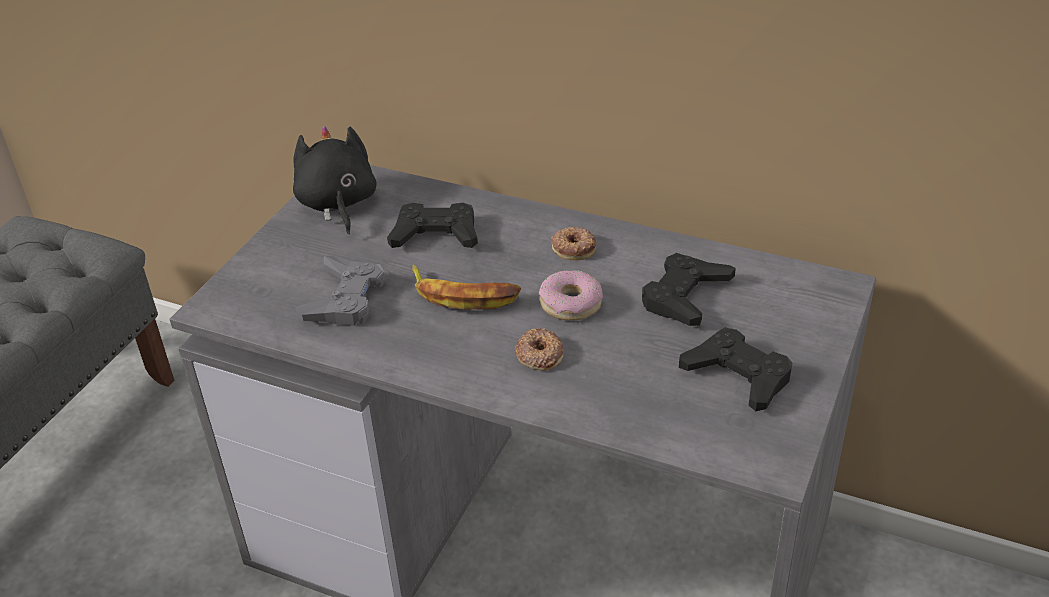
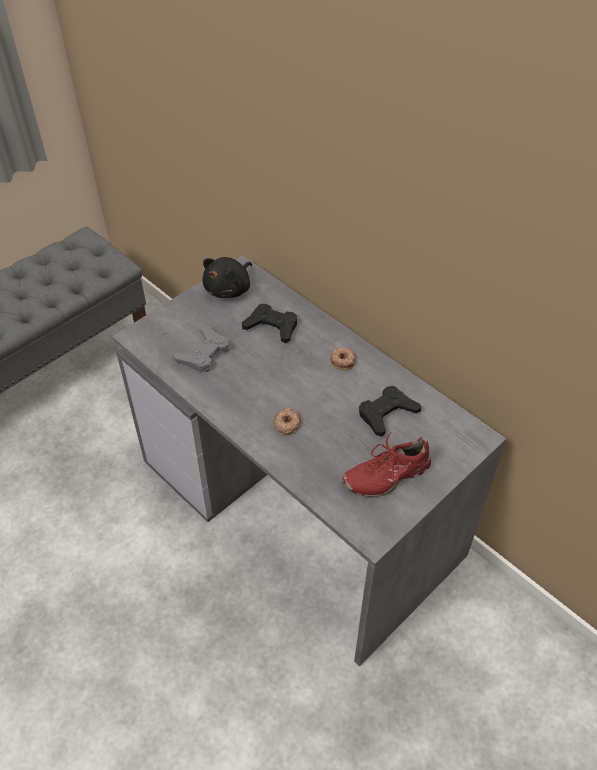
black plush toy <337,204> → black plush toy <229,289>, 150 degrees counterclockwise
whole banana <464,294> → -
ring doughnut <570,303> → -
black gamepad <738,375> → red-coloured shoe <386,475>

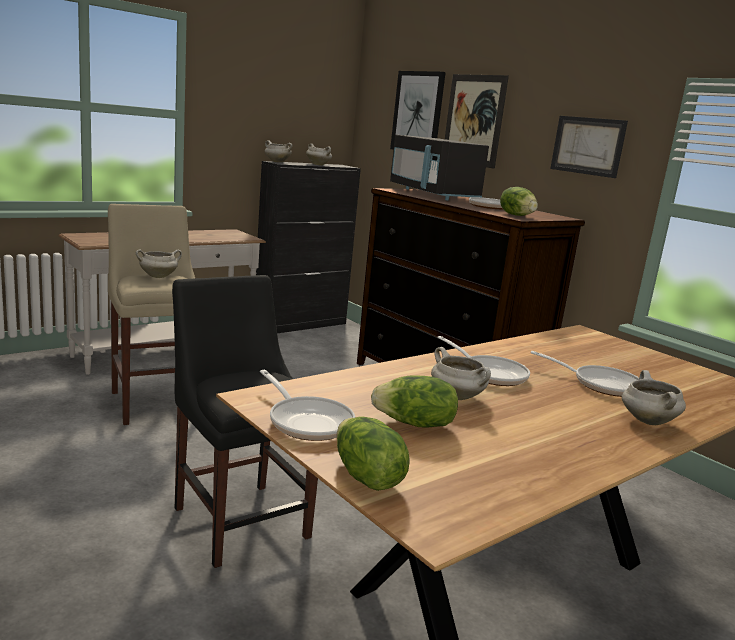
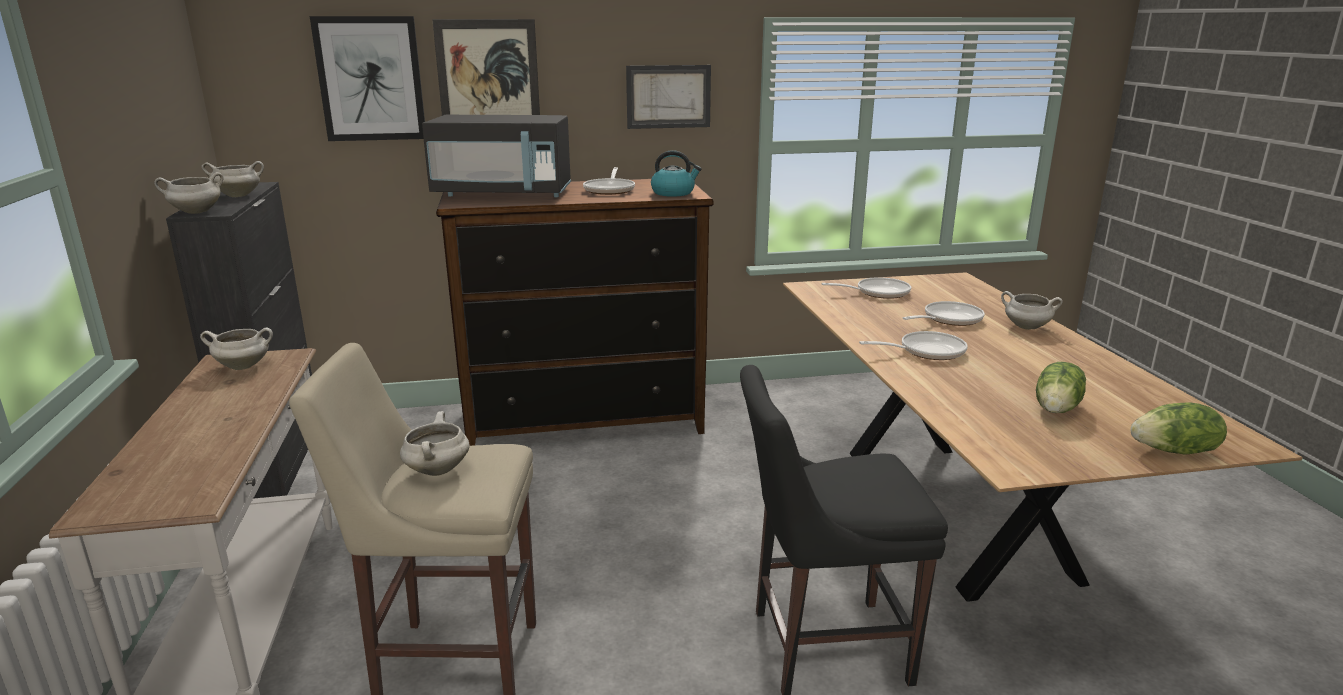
lettuce head <517,215> → tea kettle <673,193>
white-coloured saucepot <458,397> → white-coloured saucepot <244,366>, move
pan <307,421> → pan <878,292>, move

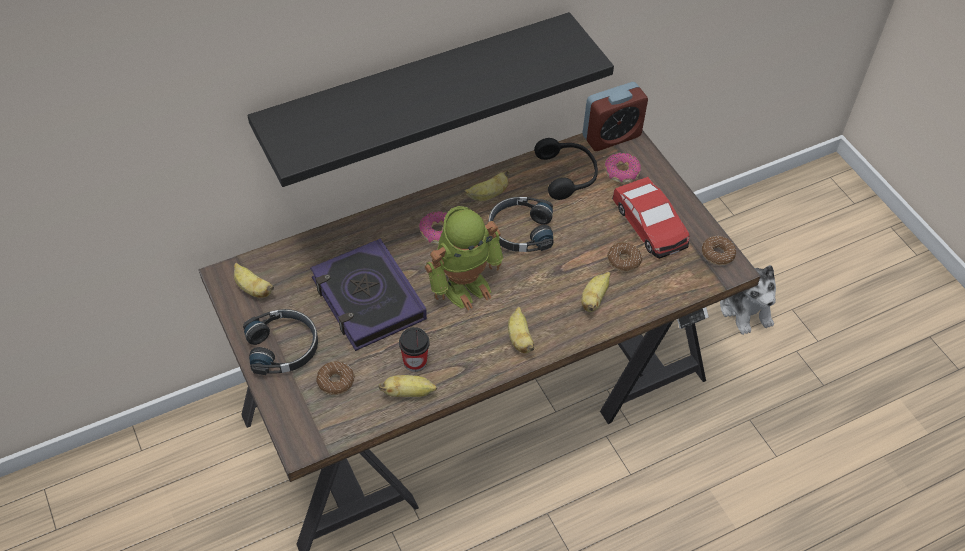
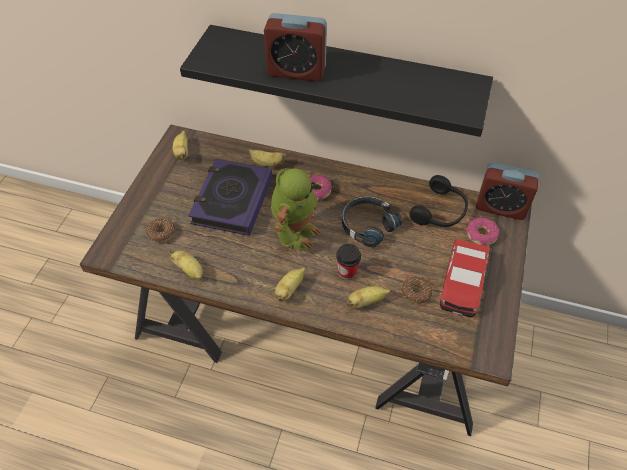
whole banana <487,195> → whole banana <267,164>, move
robot figure <464,284> → robot figure <295,232>, 75 degrees counterclockwise
ring doughnut <717,254> → -
plush toy <745,309> → -
black headset <283,347> → -
small cup <415,362> → small cup <347,272>, move
- → bedside clock <296,71>

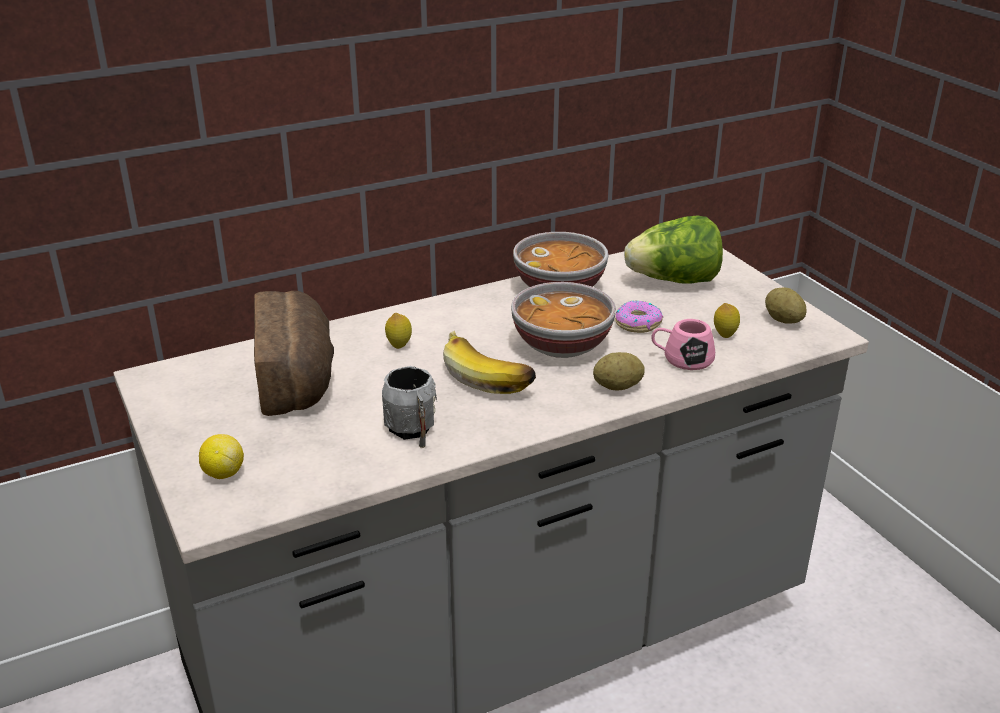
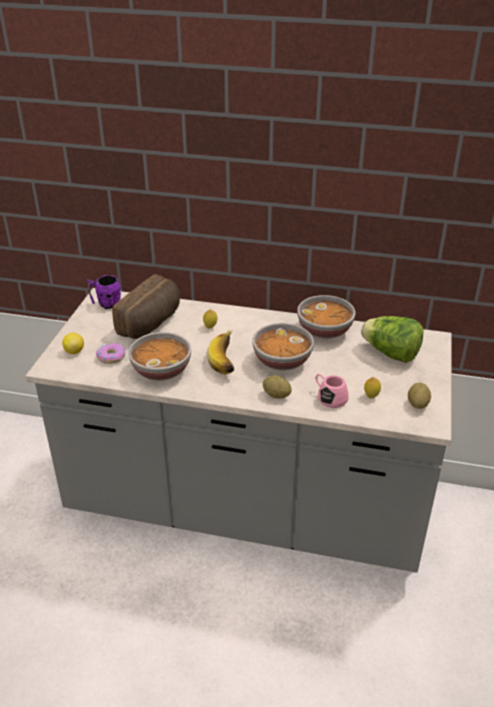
ring doughnut <637,323> → ring doughnut <111,357>, move
greyish mug <413,432> → serving bowl <161,370>
- → purple mug <106,303>

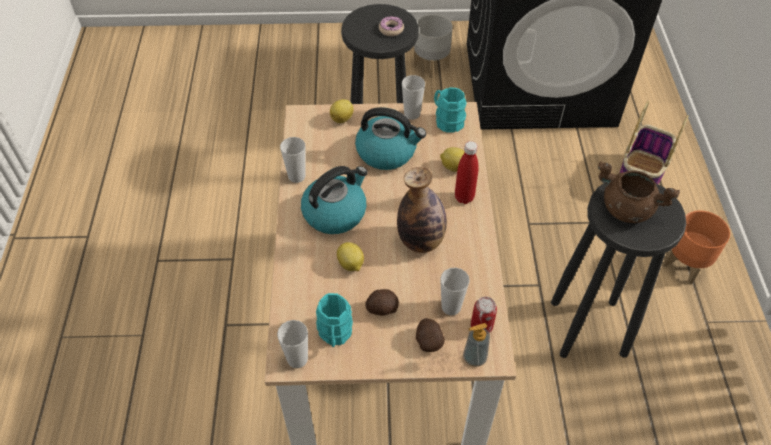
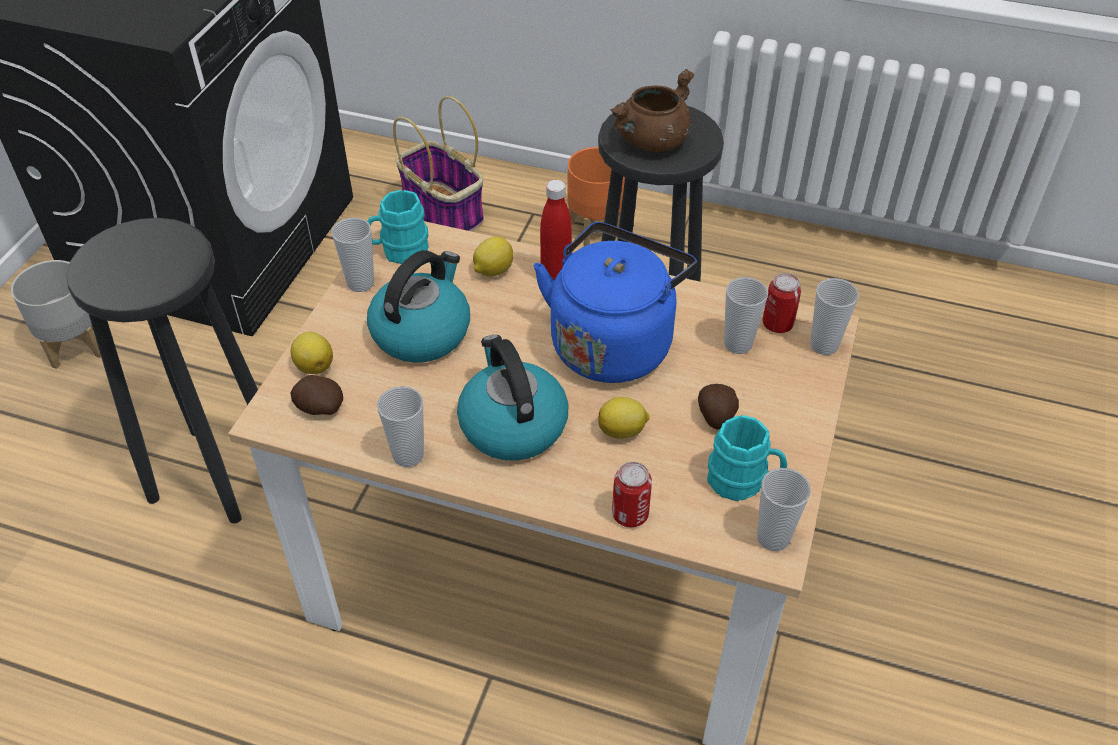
ring doughnut <391,29> → -
bottle <421,241> → bluish tea kettle <613,342>
whole potato <428,340> → whole potato <319,408>, move
soap bottle <474,357> → small cup <824,345>
- → sealed can <630,514>

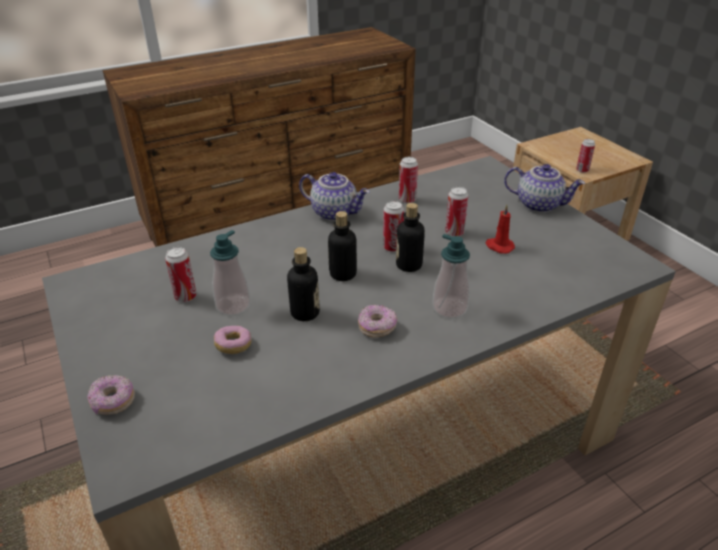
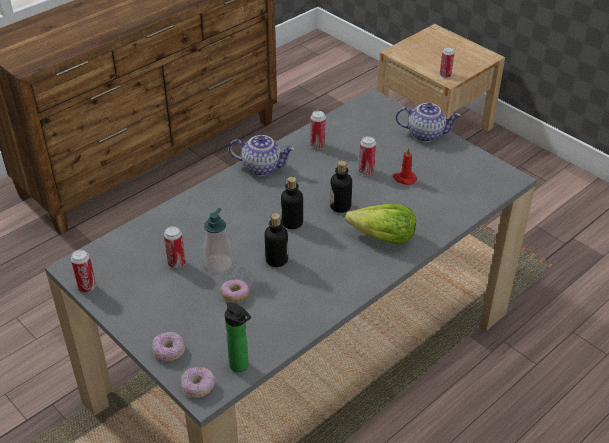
sealed can <392,247> → sealed can <87,287>, move
soap bottle <449,308> → lettuce head <382,238>
ring doughnut <377,328> → ring doughnut <198,386>, move
- → bottle <241,367>

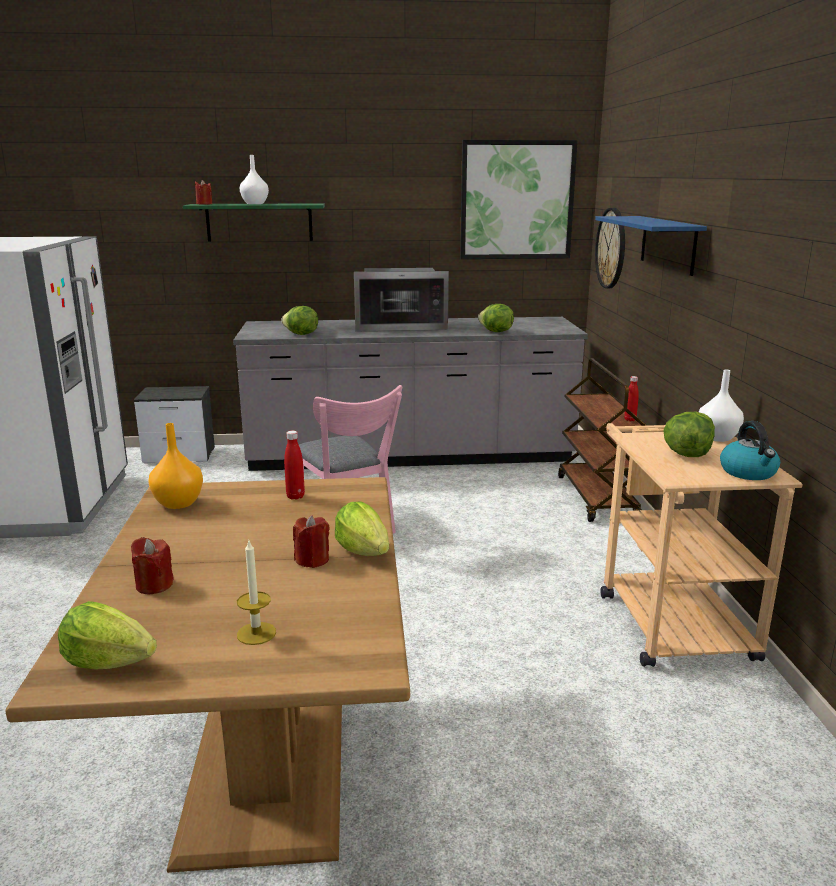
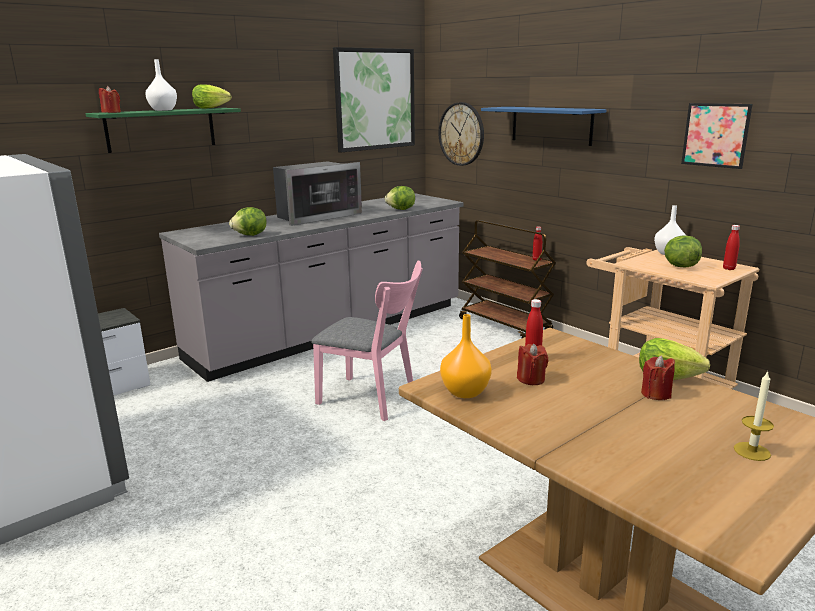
tea kettle <748,472> → red-coloured bottle <729,268>
red-coloured candle <154,585> → red-coloured candle <531,379>, move
lettuce head <108,662> → lettuce head <210,108>, move
- → wall art <715,135>

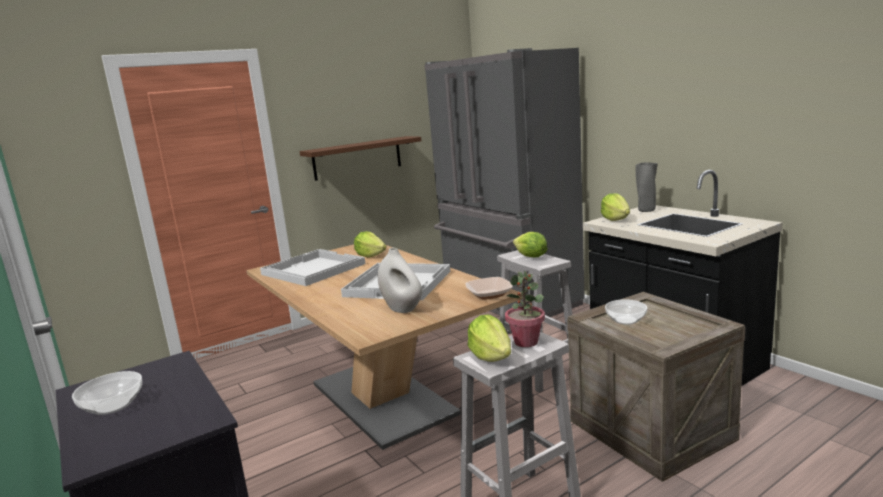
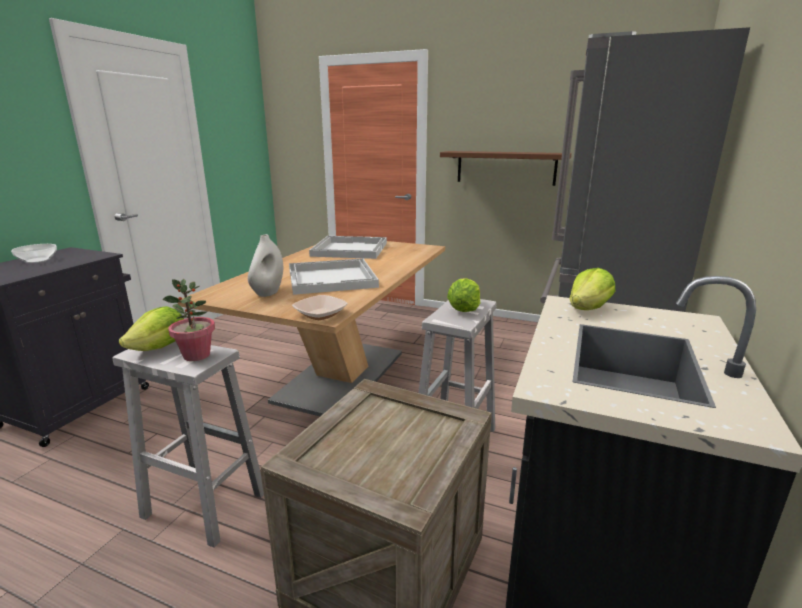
greyish flower vase <646,210> → -
lettuce head <370,255> → -
serving bowl <626,320> → -

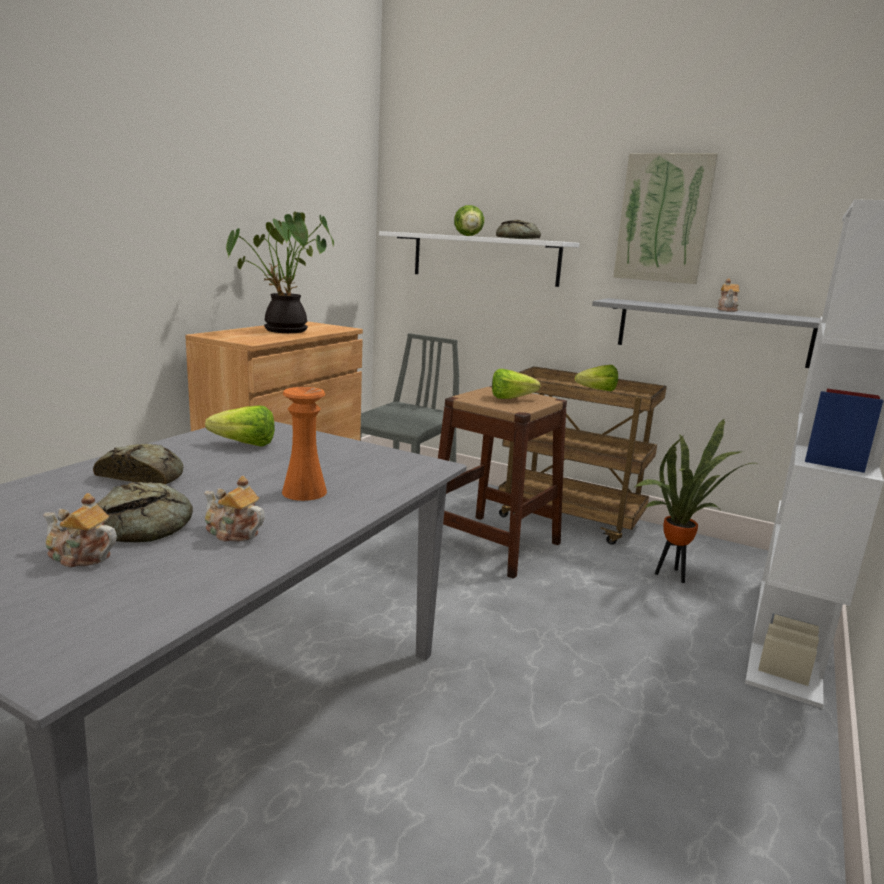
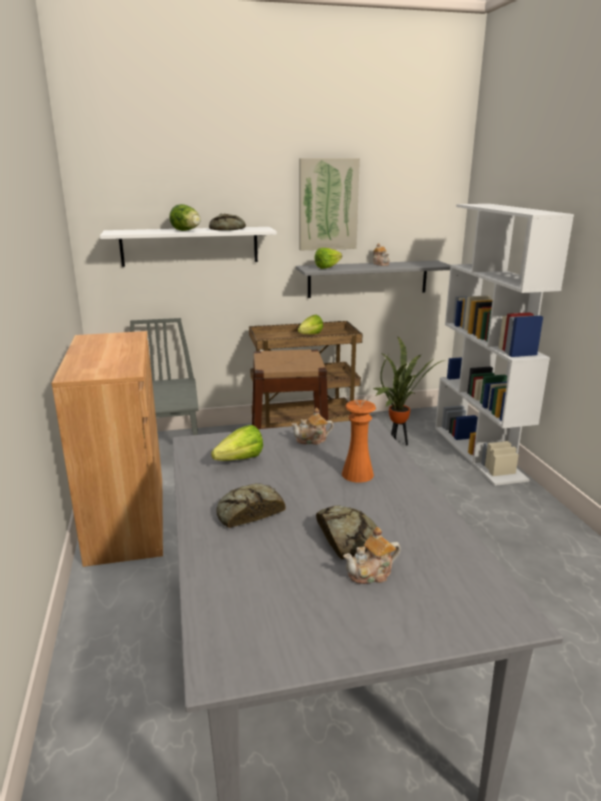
plant in a pot <283,331> → -
lettuce head <515,399> → lettuce head <330,267>, move
teapot <232,532> → teapot <312,440>, move

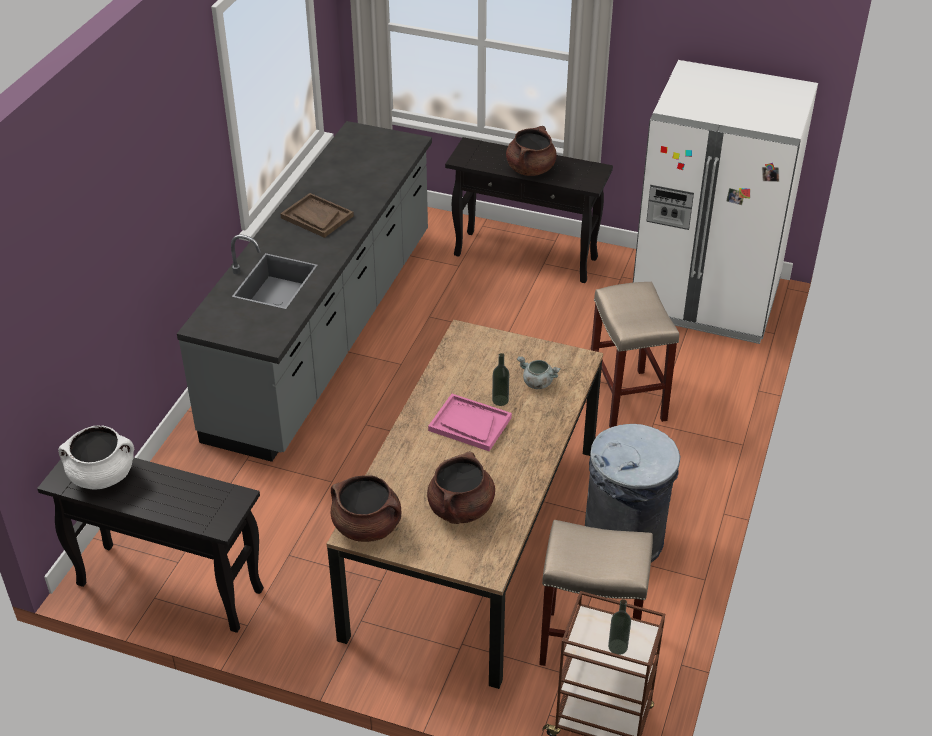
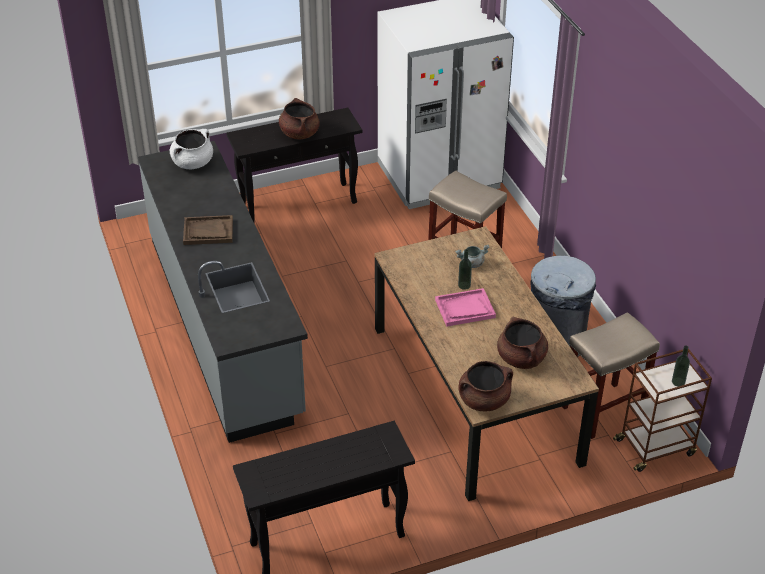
white-coloured saucepot <102,475> → white-coloured saucepot <193,163>, move

